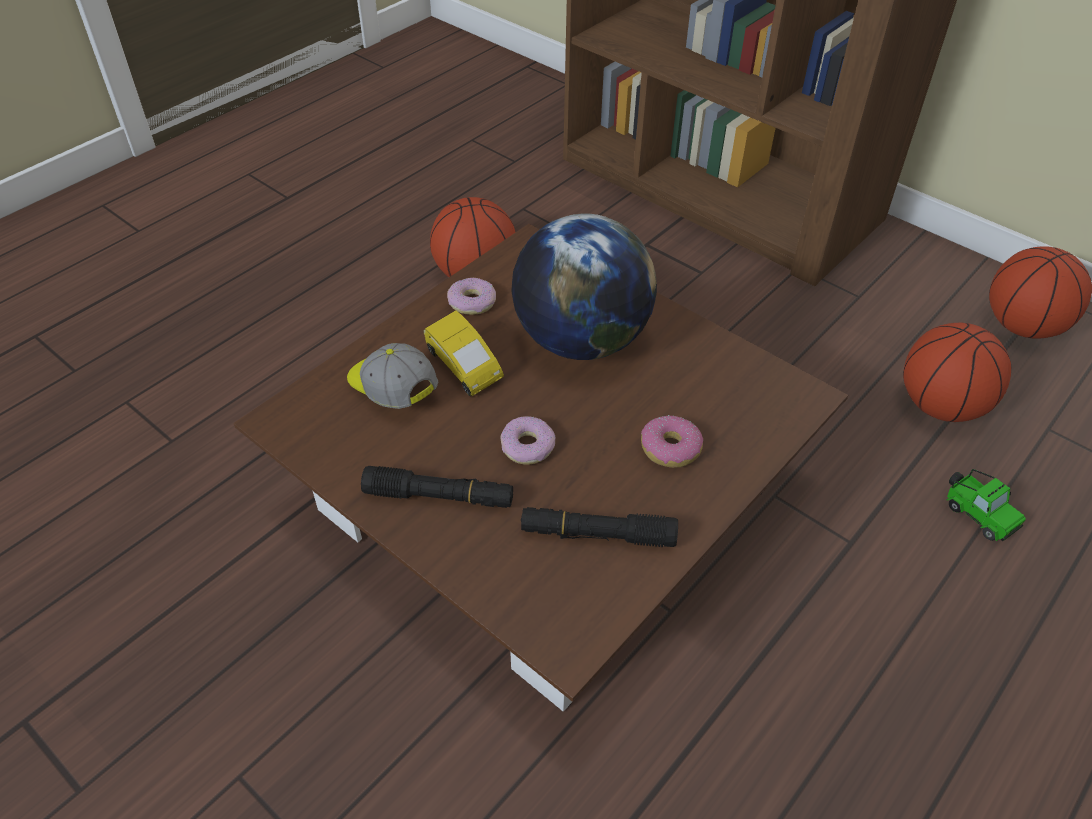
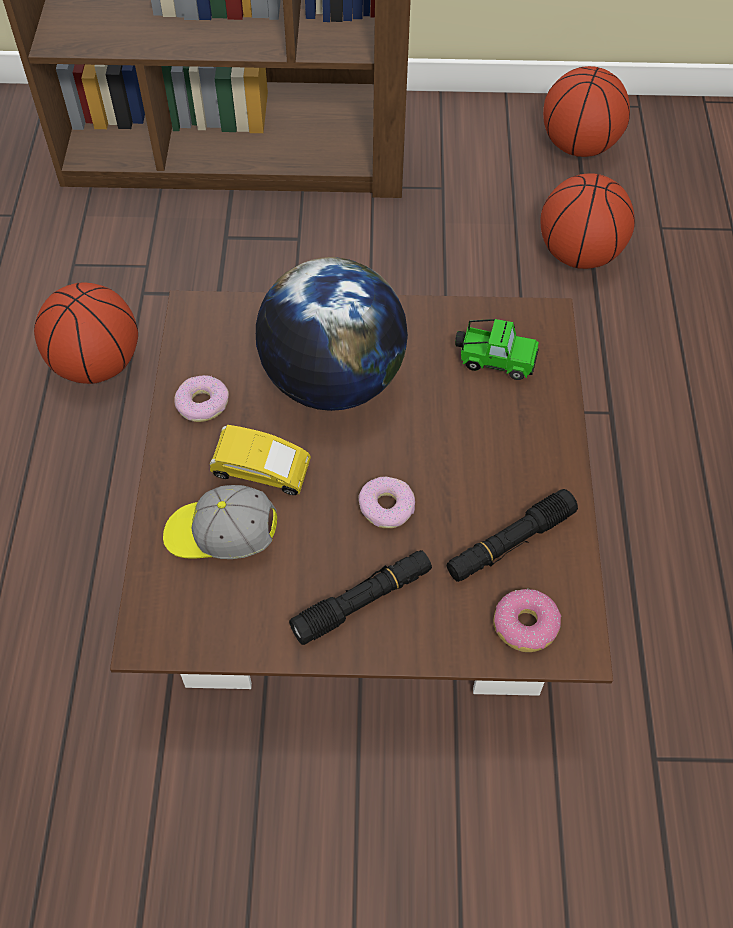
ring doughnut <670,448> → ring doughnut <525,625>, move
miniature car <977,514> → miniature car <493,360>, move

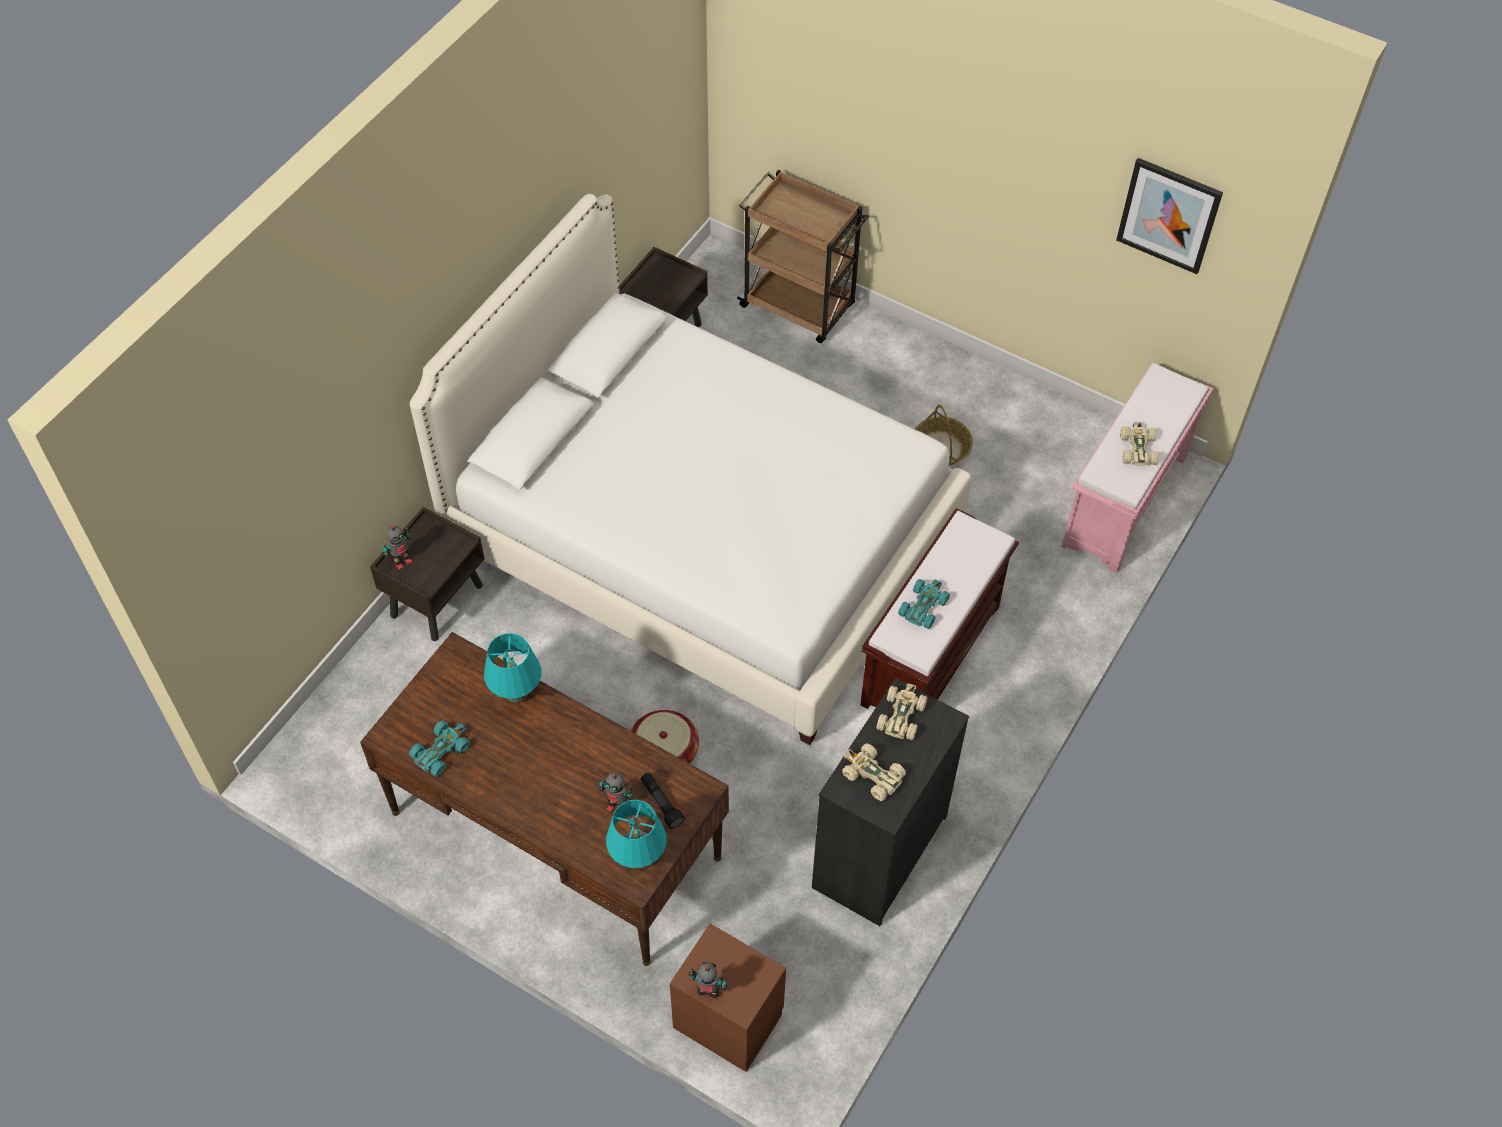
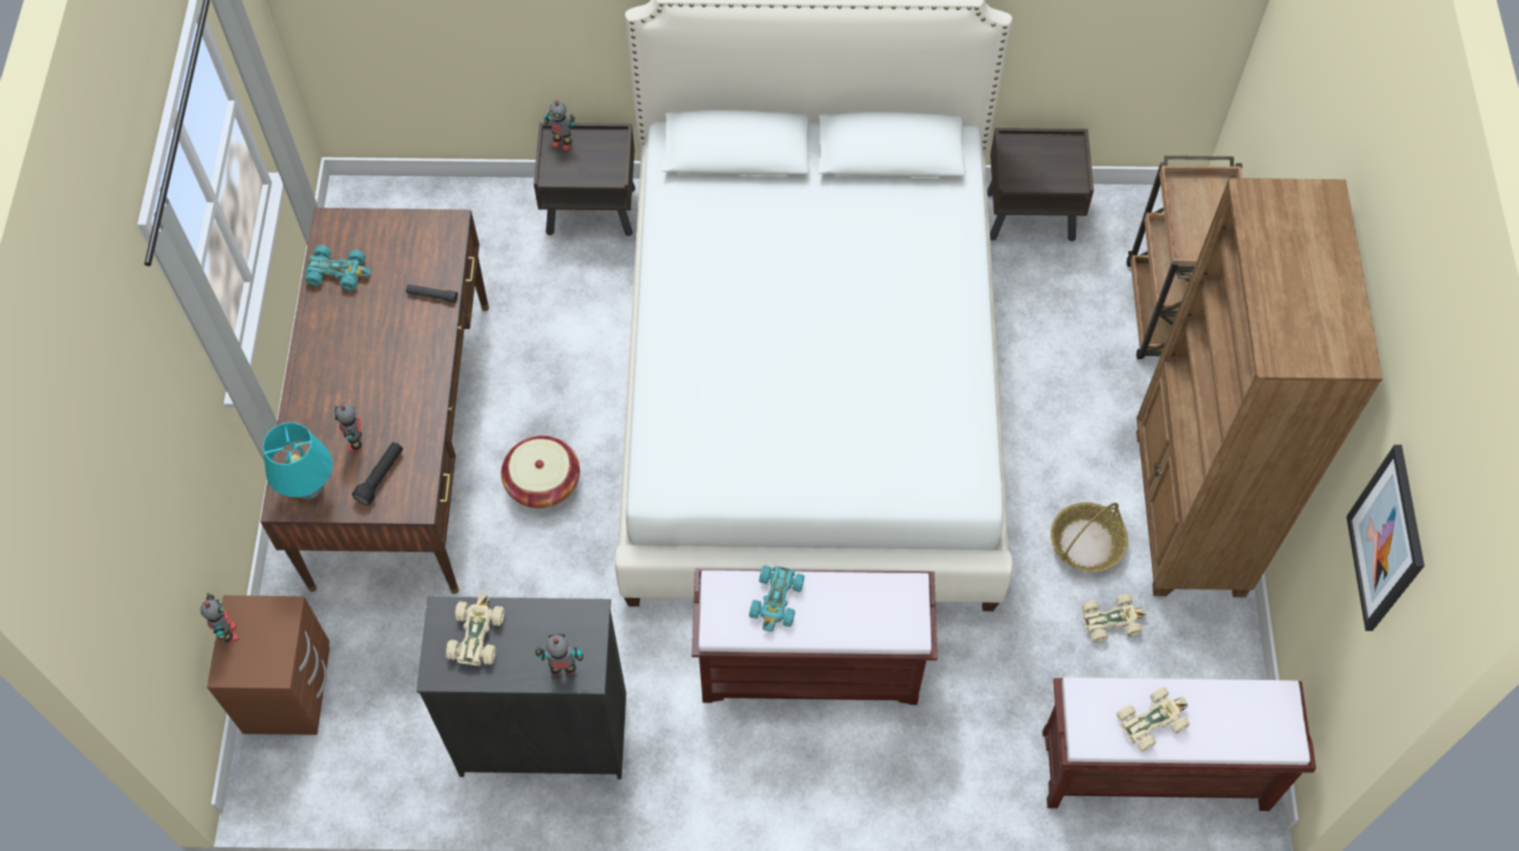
pink bench <1124,503> → brown-coloured bench <1152,771>
turquoise miniature car <923,606> → turquoise miniature car <776,600>, 105 degrees clockwise
turquoise table lamp <516,694> → black flashlight <432,296>
beige-coloured miniature car <901,715> → beige-coloured miniature car <1111,621>, move
- → brown-coloured shelving unit <1187,514>
- → robot figure <564,670>

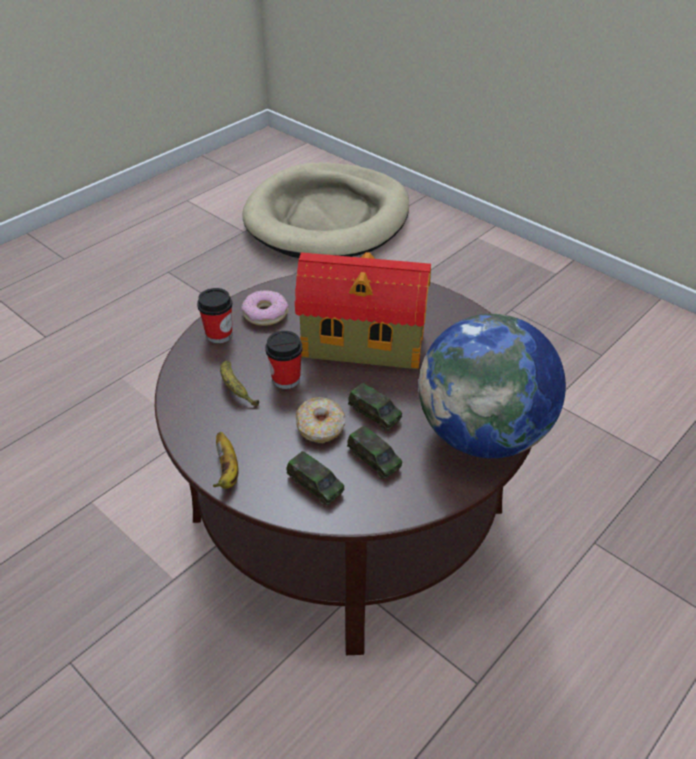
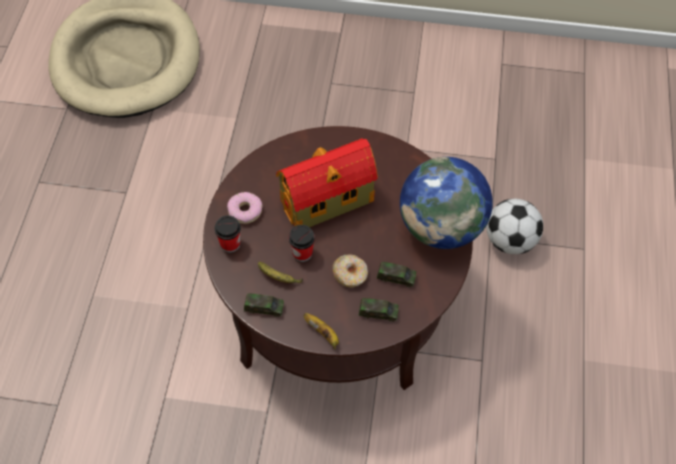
miniature car <374,413> → miniature car <264,308>, move
- → football <510,241>

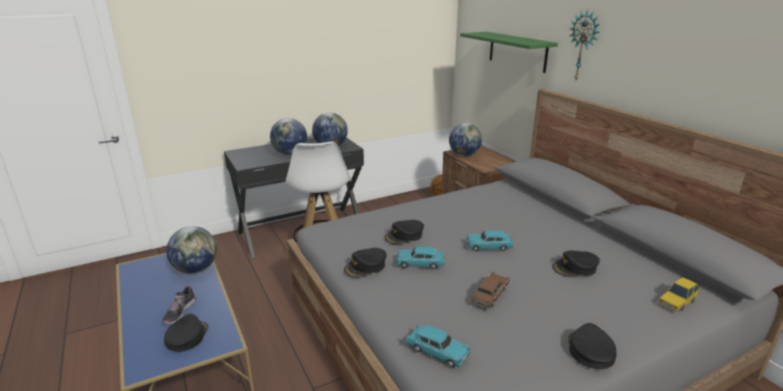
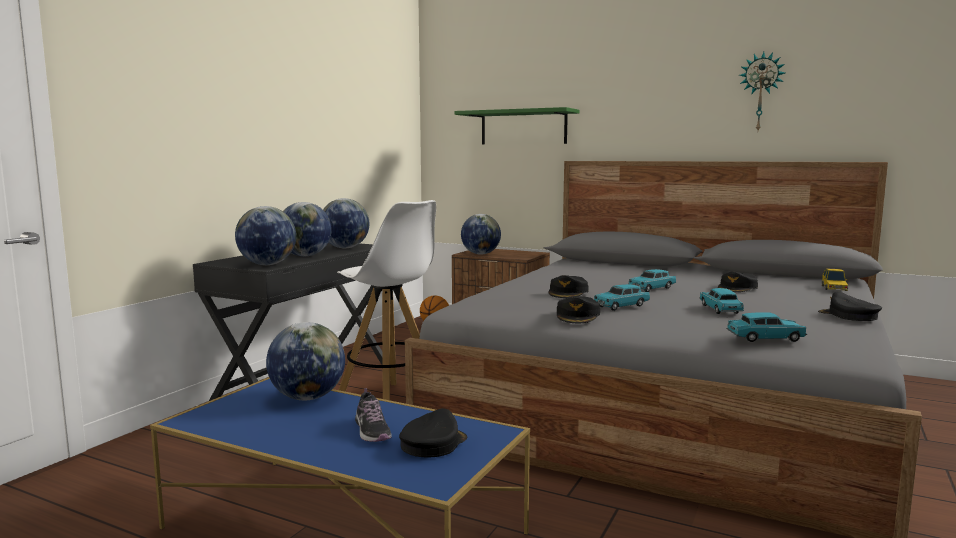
clock on the wall <583,46> → clock on the wall <761,92>, move
brown-coloured miniature car <490,296> → turquoise miniature car <720,310>
black cap <186,337> → black cap <433,443>, 60 degrees clockwise
- → desk globe <267,264>

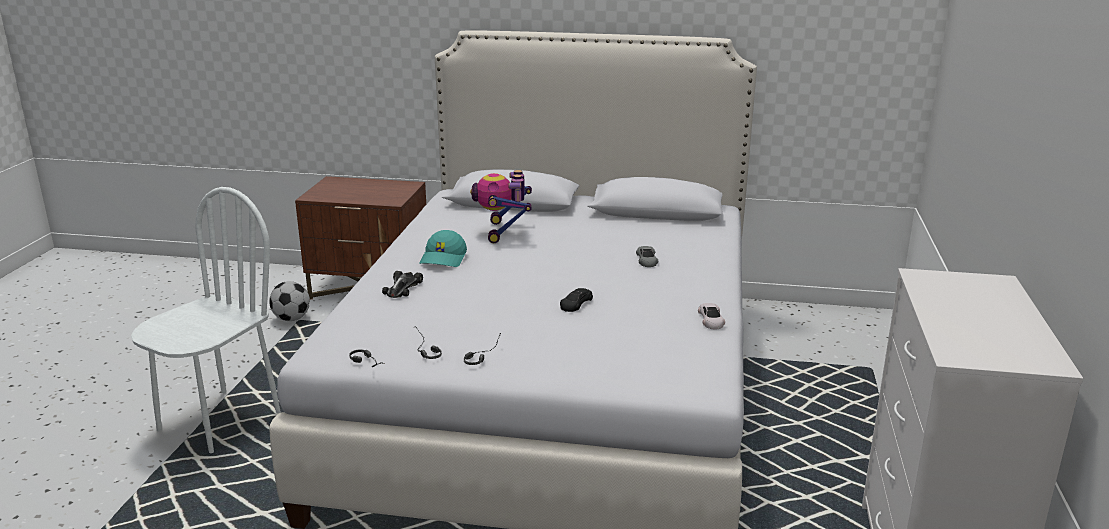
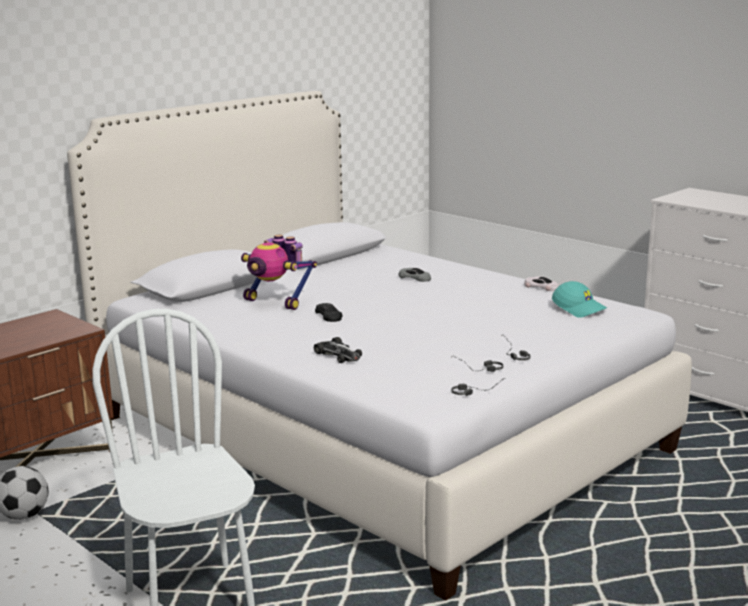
turquoise cap <444,259> → turquoise cap <579,309>, move
black miniature car <575,303> → black miniature car <329,316>, move

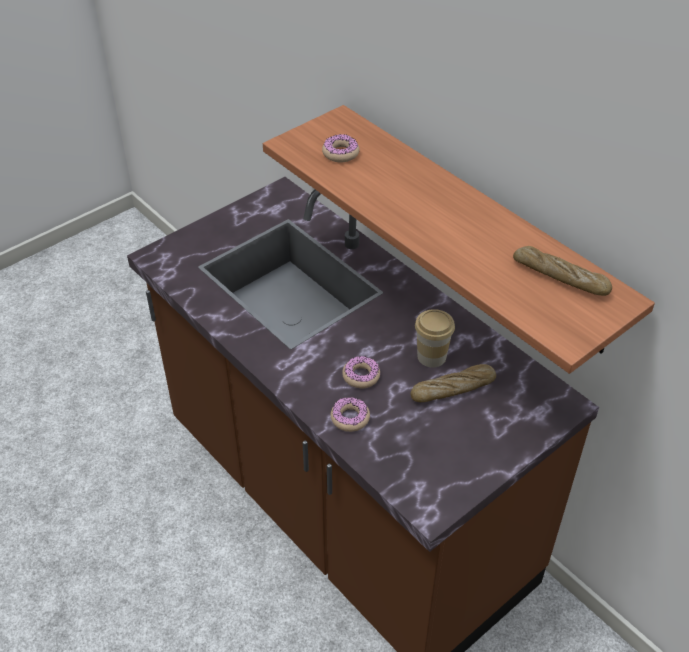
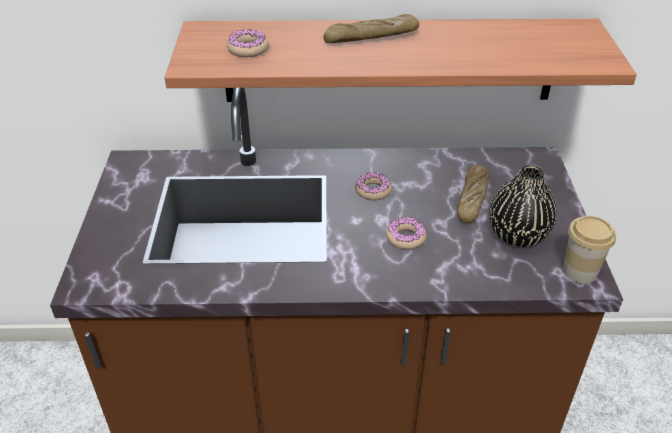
bakery bread <560,278> → bakery bread <371,38>, move
small cup <431,356> → small cup <580,271>, move
ring doughnut <350,418> → ring doughnut <373,190>, move
- → black flower vase <517,235>

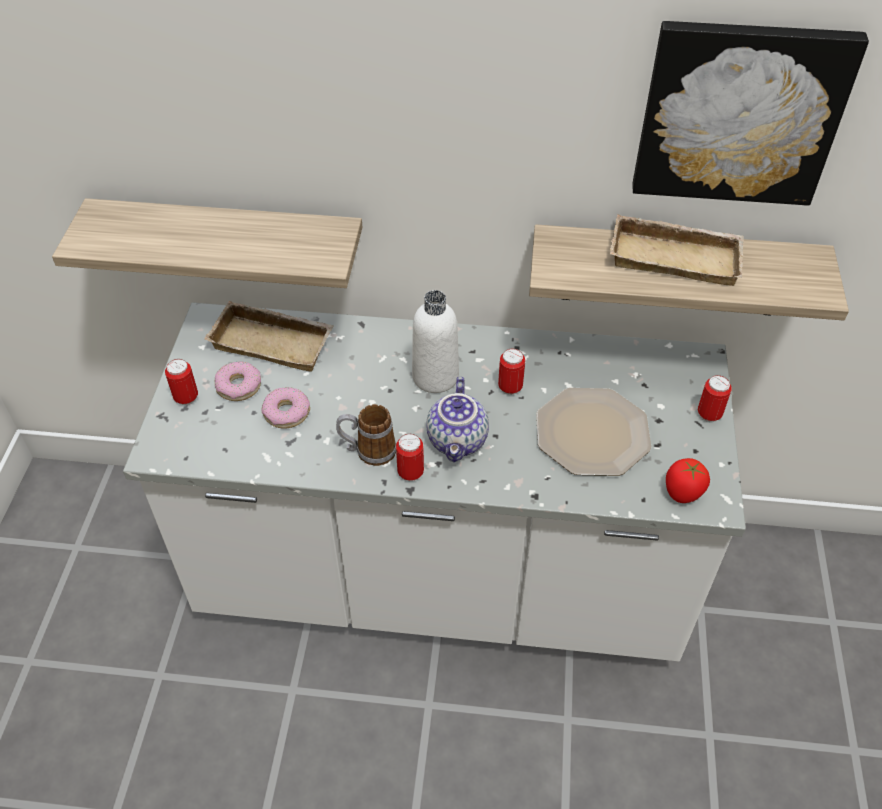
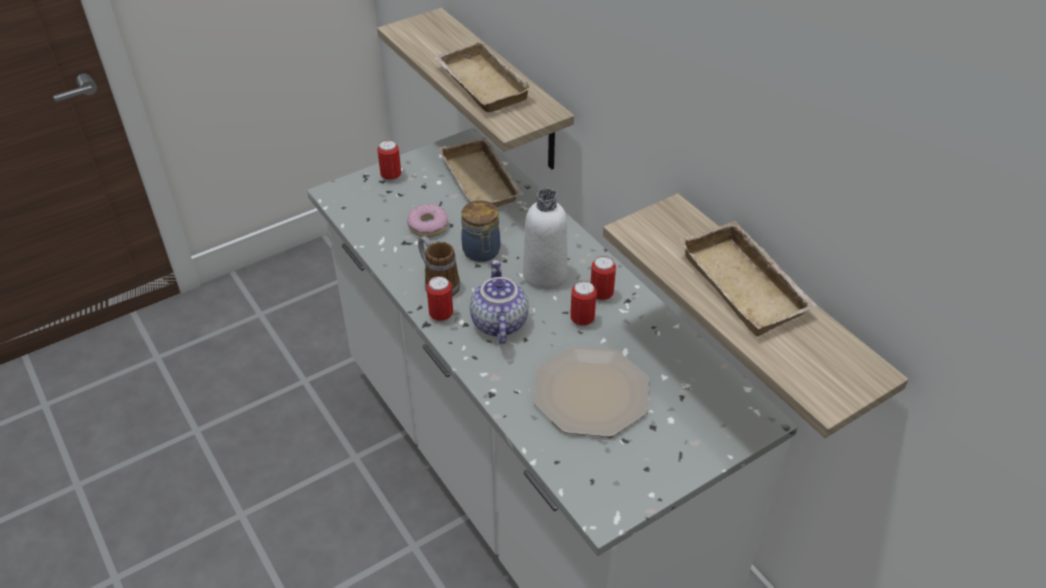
wall art <739,112> → -
ring doughnut <239,386> → -
sealed can <709,414> → sealed can <601,295>, move
teapot <458,441> → teapot <498,323>, 120 degrees clockwise
tomato <682,493> → -
- → beige-coloured tray <479,84>
- → preserve jar <481,252>

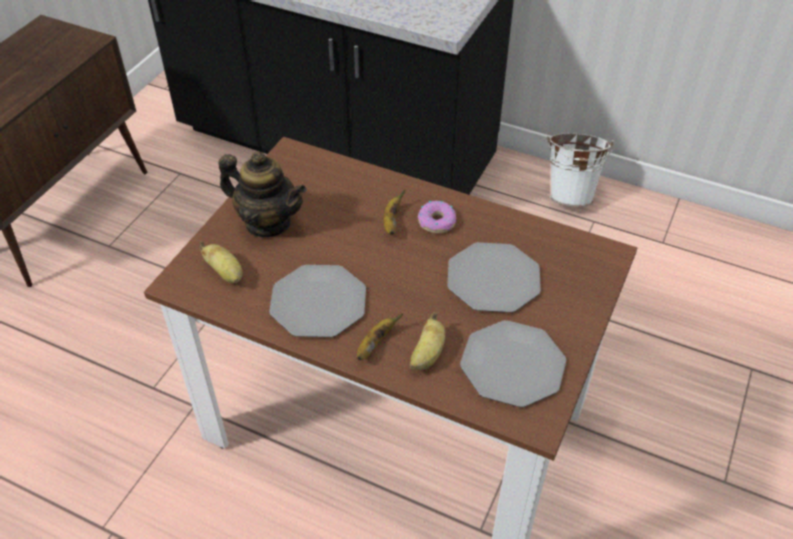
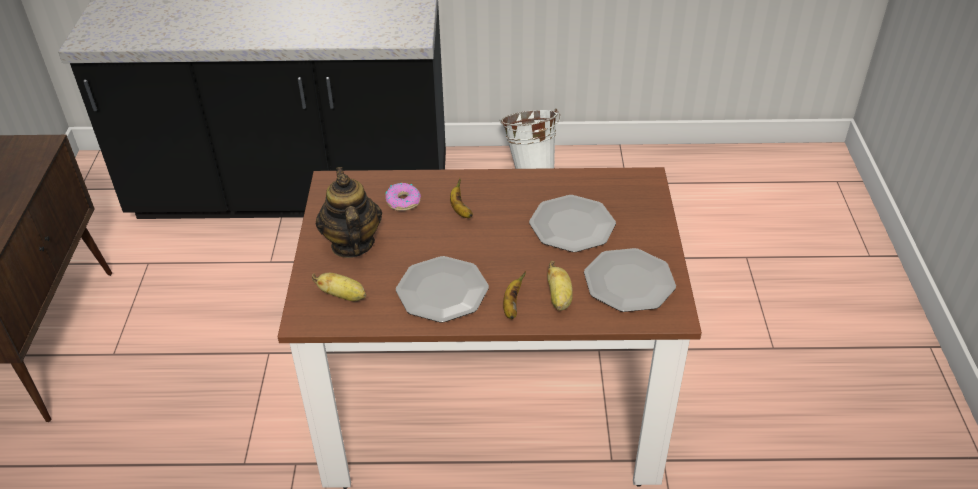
teapot <268,222> → teapot <352,244>, 105 degrees counterclockwise
ring doughnut <437,221> → ring doughnut <403,201>, move

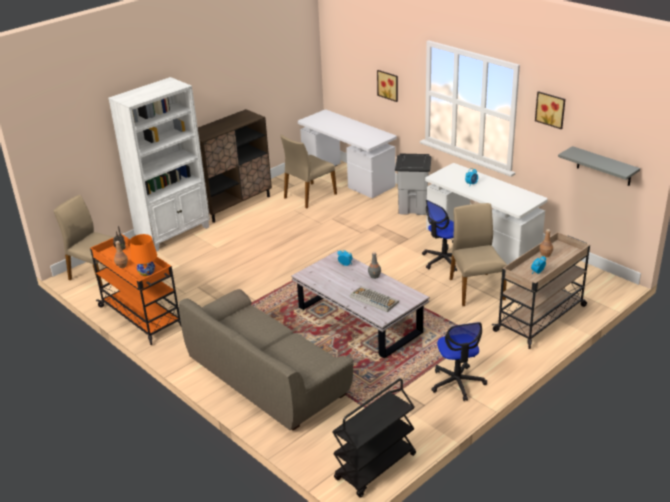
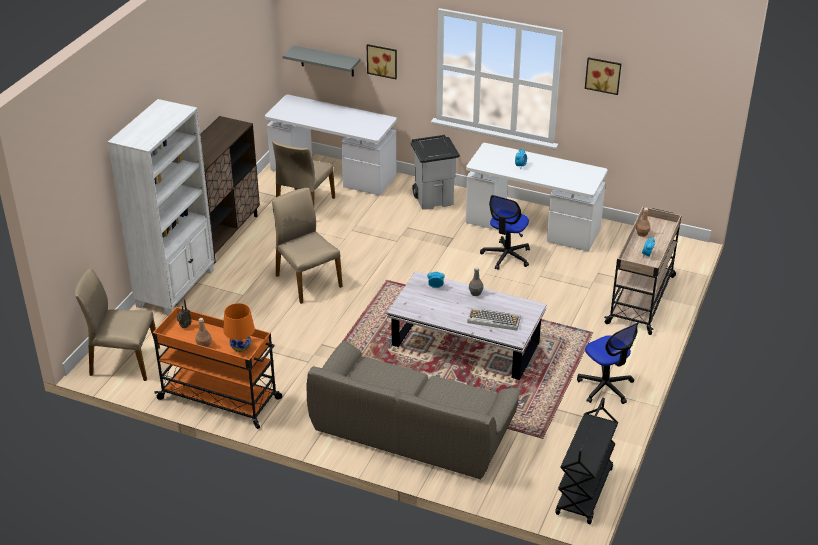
greyish bracket shelf <604,166> → greyish bracket shelf <327,61>, move
beige-coloured plain chair <475,288> → beige-coloured plain chair <307,281>, move

